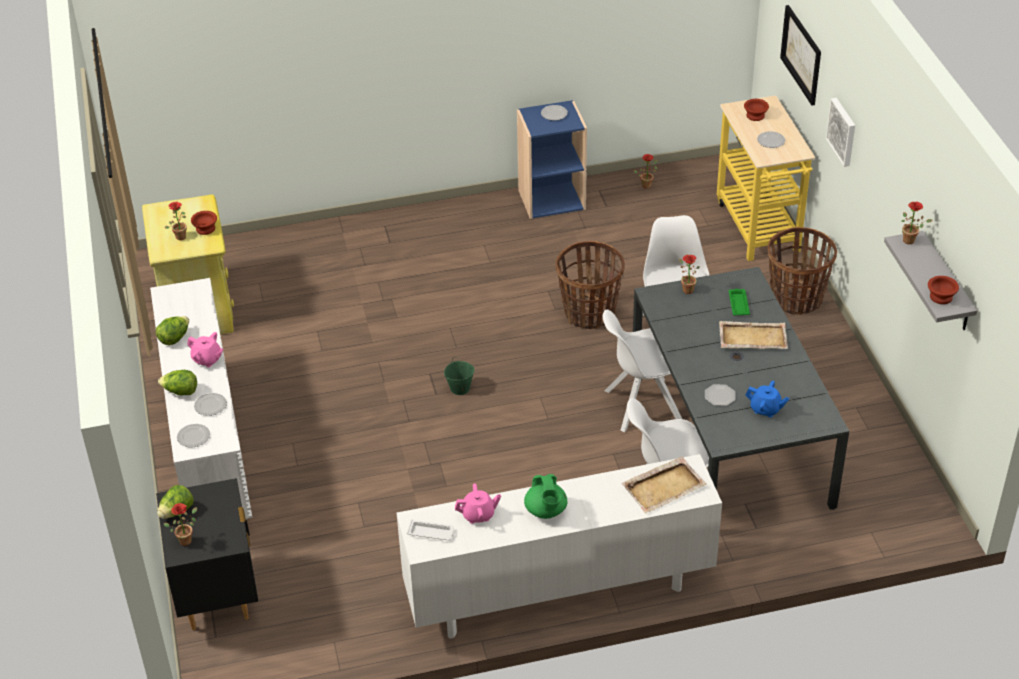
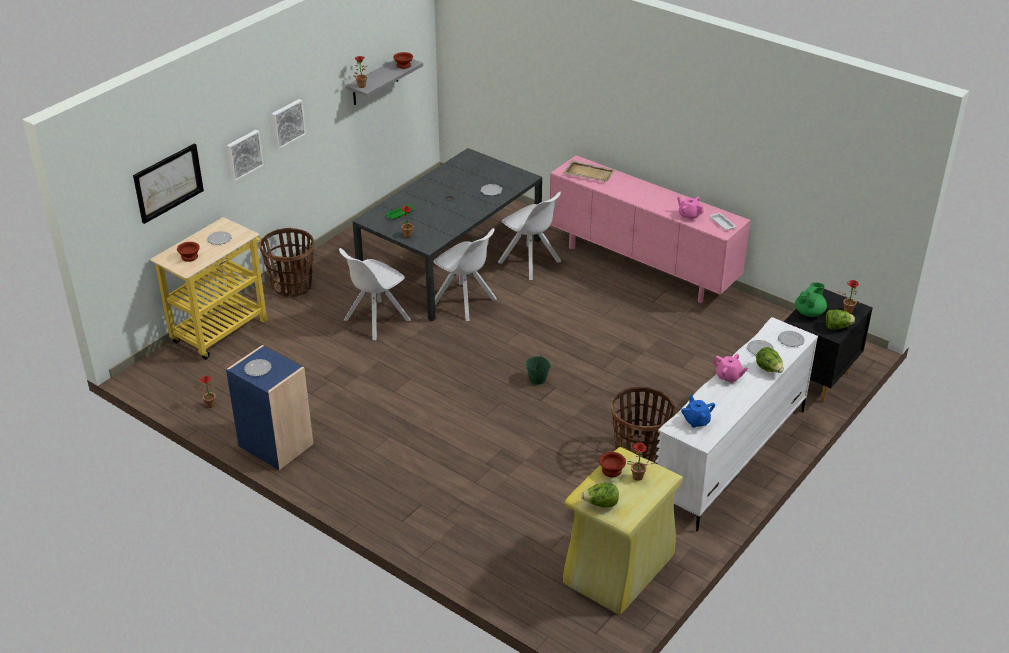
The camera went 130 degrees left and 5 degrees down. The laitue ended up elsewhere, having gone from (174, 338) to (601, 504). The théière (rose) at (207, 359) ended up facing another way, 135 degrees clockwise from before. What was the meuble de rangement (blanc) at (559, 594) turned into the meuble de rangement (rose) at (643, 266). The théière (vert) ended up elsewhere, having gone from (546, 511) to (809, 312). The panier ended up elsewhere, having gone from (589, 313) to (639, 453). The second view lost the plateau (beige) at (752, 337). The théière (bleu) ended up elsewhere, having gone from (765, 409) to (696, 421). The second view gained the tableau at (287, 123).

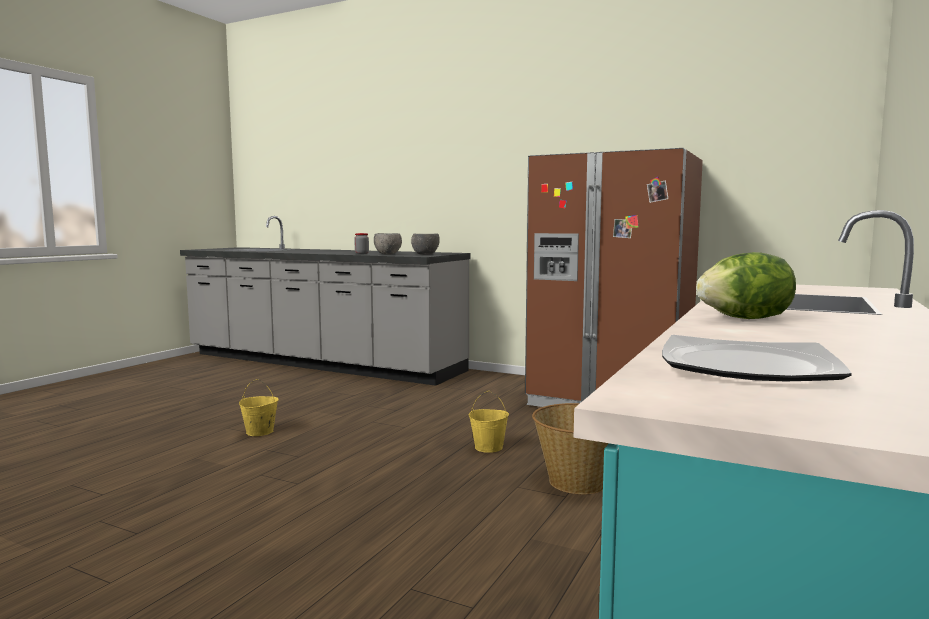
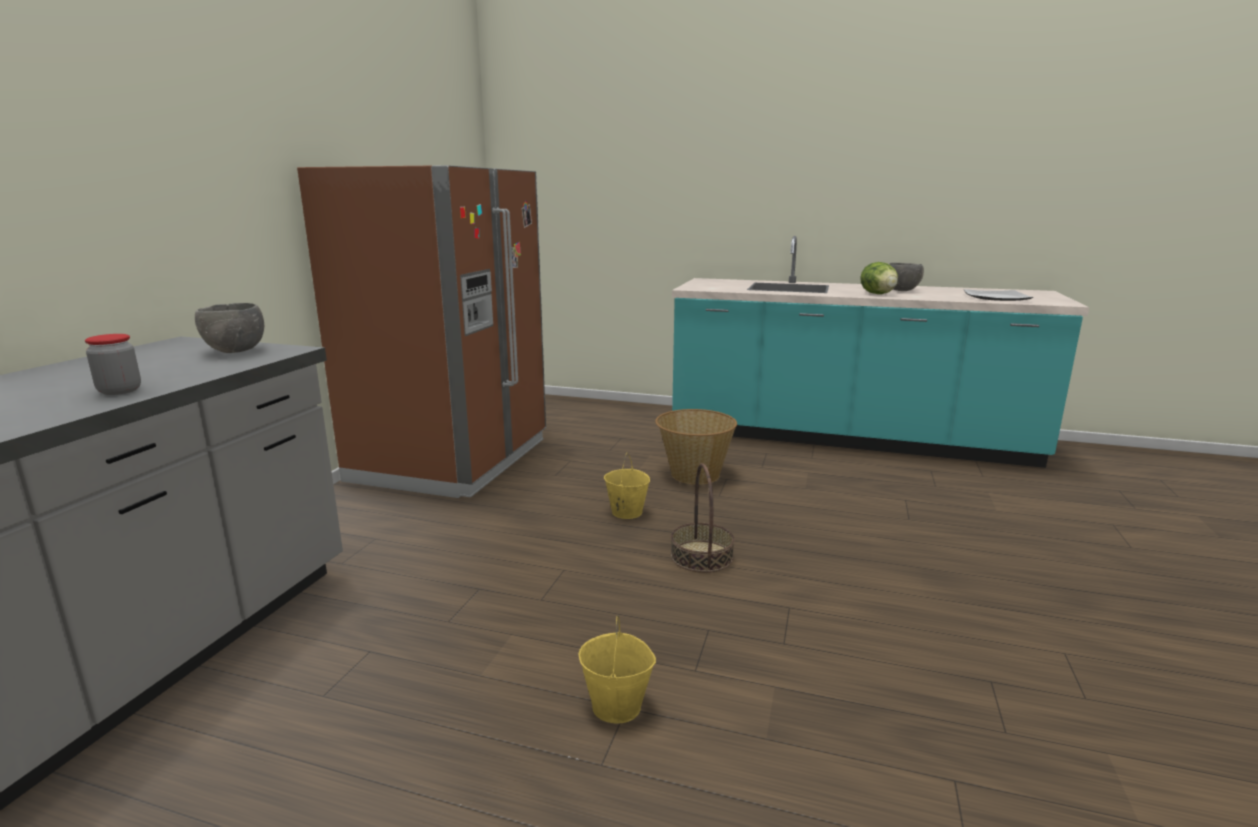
The camera went 100 degrees left and 10 degrees up. The bol (gris) ended up elsewhere, having gone from (388, 254) to (901, 290). The second view gained the panier at (701, 556).

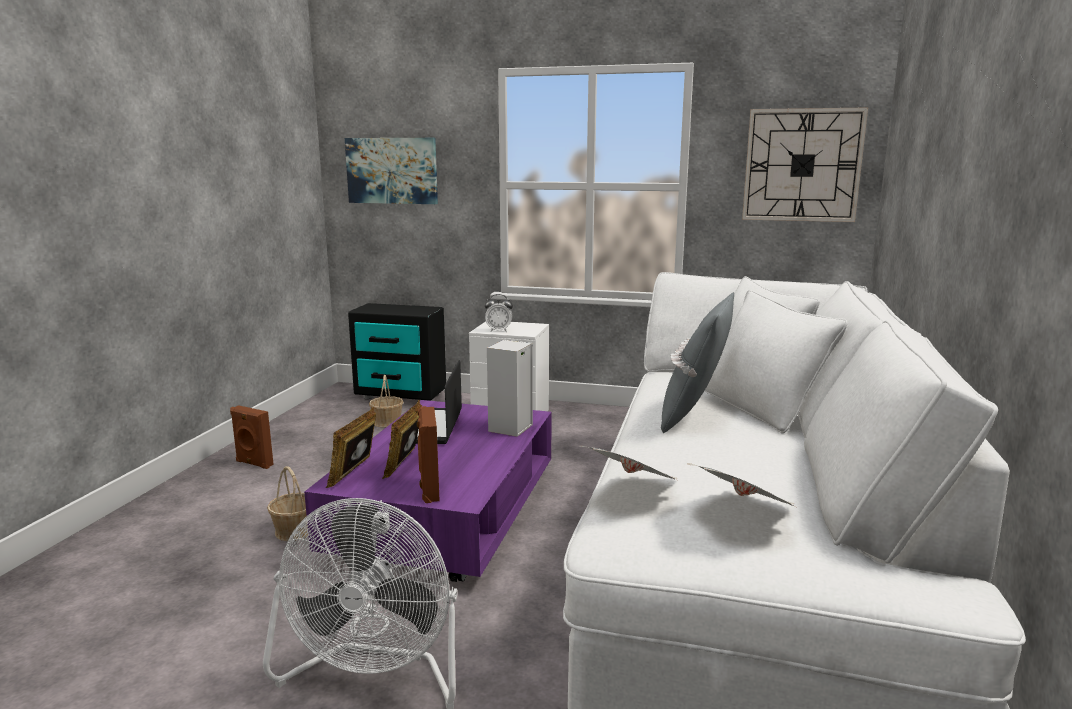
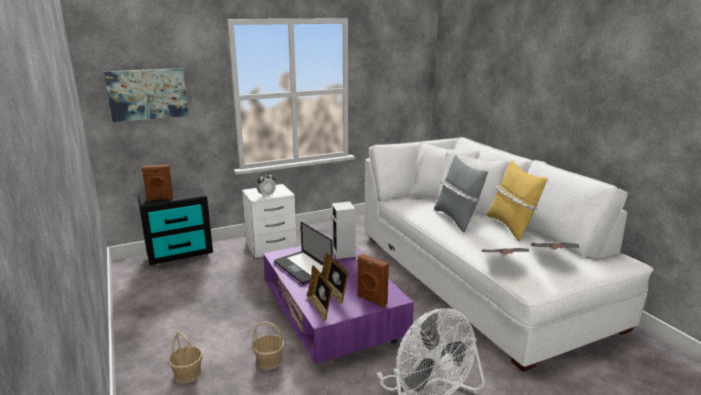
The camera went 40 degrees left and 5 degrees up. The enceinte (marron) ended up elsewhere, having gone from (253, 464) to (160, 199). The panier ended up elsewhere, having gone from (387, 422) to (187, 373). The second view lost the horloge murale at (802, 165). The second view gained the coussin (jaune) at (511, 227).

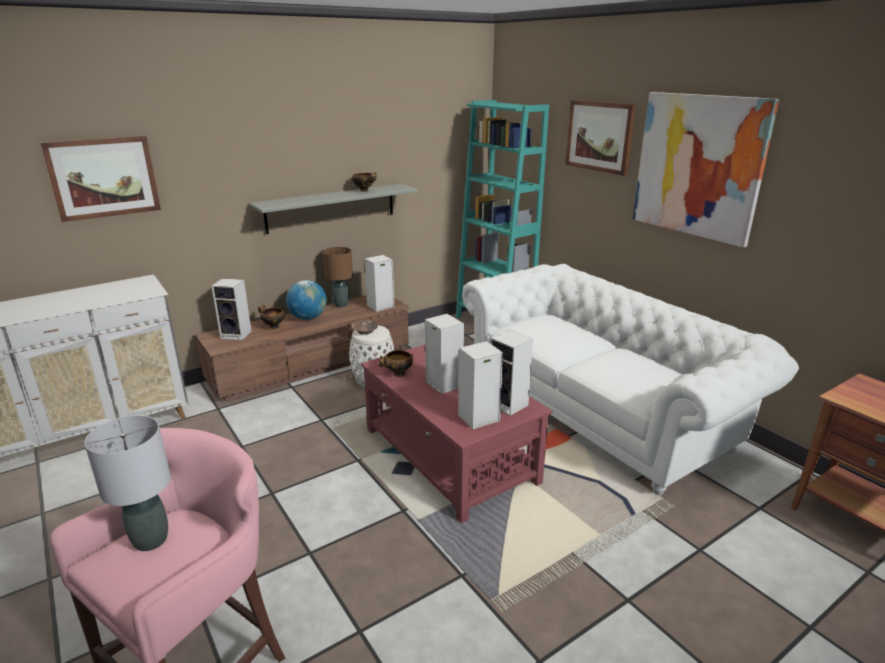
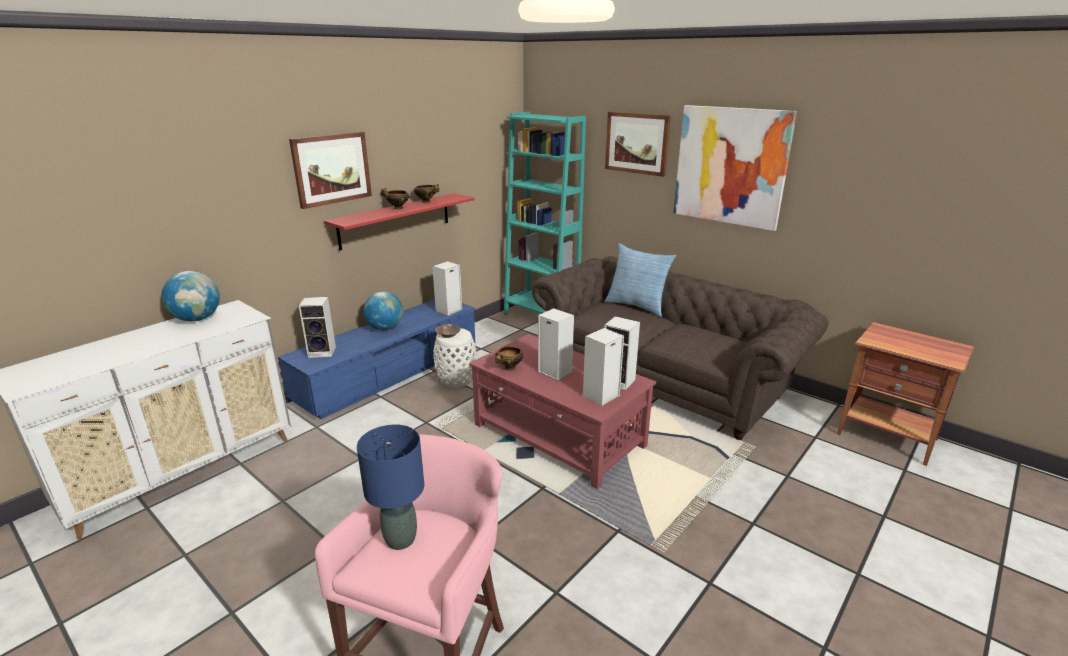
The camera went 15 degrees left and 0 degrees up. The tableau ended up elsewhere, having gone from (103, 177) to (331, 169). What was the lampe de table (gris) at (150, 540) turned into the lampe de table (bleu) at (400, 539). What was the meuble télé (marron) at (312, 365) turned into the meuble télé (bleu) at (390, 374). What was the étagère (gris) at (331, 208) turned into the étagère (rouge) at (396, 220). The bol ended up elsewhere, having gone from (273, 327) to (397, 208). The second view lost the lampe de table (marron) at (341, 305). What was the canapé (blanc) at (600, 409) turned into the canapé (marron) at (664, 378). The second view gained the globe at (197, 319). The second view gained the coussin at (637, 306).

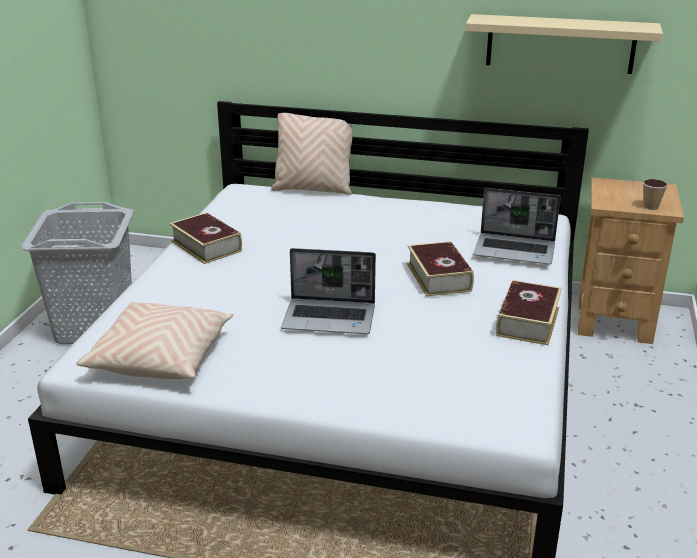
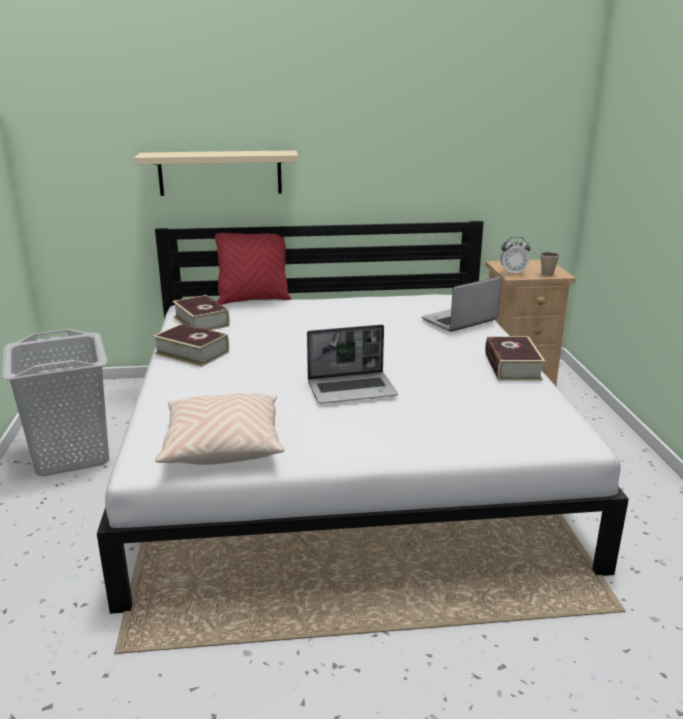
The camera went 20 degrees left and 5 degrees down. What was the coussin (beige) at (313, 189) turned into the coussin (rouge) at (253, 300). The livre ended up elsewhere, having gone from (438, 277) to (201, 321). The étagère (beige) ended up elsewhere, having gone from (560, 44) to (220, 173). The ordinateur portable at (515, 250) ended up facing another way, 150 degrees clockwise from before. The second view gained the réveil at (513, 273).

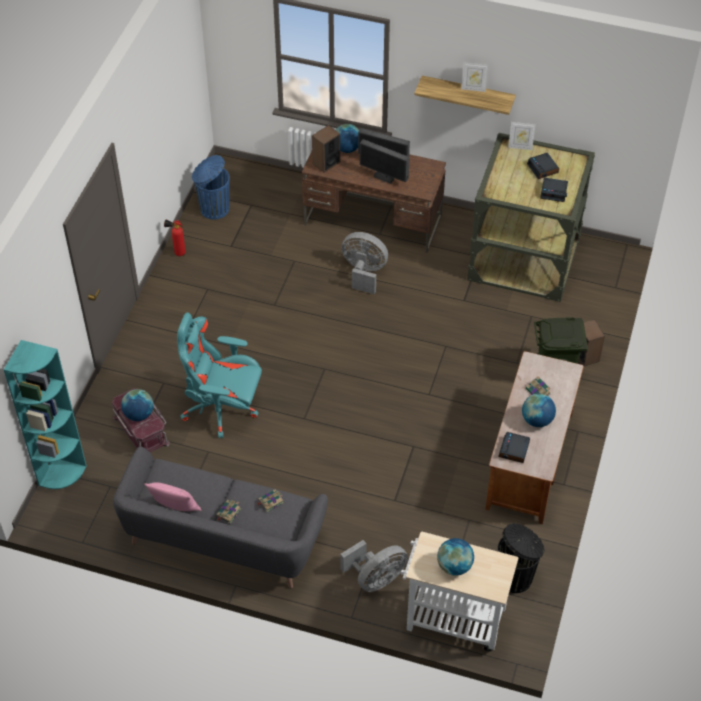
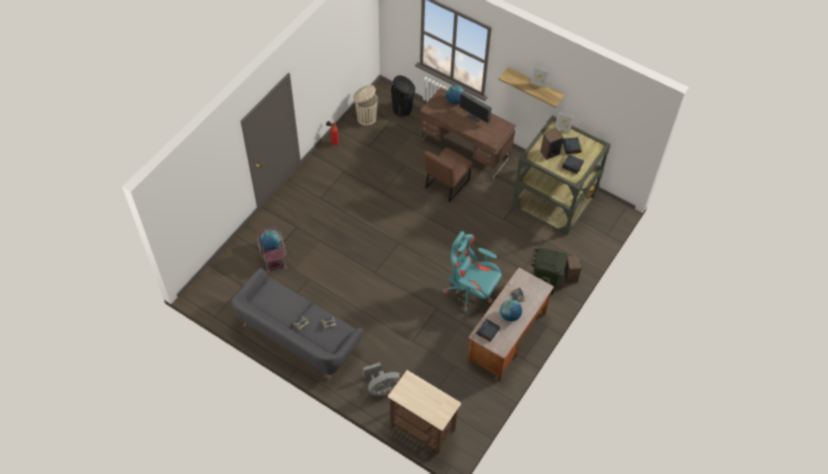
The camera went 15 degrees right and 5 degrees up. The second view lost the bibliothèque (turquoise) at (62, 477). The second view lost the coussin (rose) at (176, 508). The chaise de bureau (turquoise) ended up elsewhere, having gone from (225, 410) to (472, 293). What was the poubelle (bleu) at (213, 208) turned into the poubelle (beige) at (366, 118). The enceinte ended up elsewhere, having gone from (326, 163) to (549, 153). Where the ventilateur (gris) stood at (364, 272), the chaise (marron) came to stand at (446, 184). The second view lost the écran d'ordinateur at (384, 178). What was the chariot (blanc) at (453, 620) turned into the chariot (marron) at (421, 428). The second view lost the globe at (454, 566). The poubelle (noir) ended up elsewhere, having gone from (516, 577) to (403, 109).

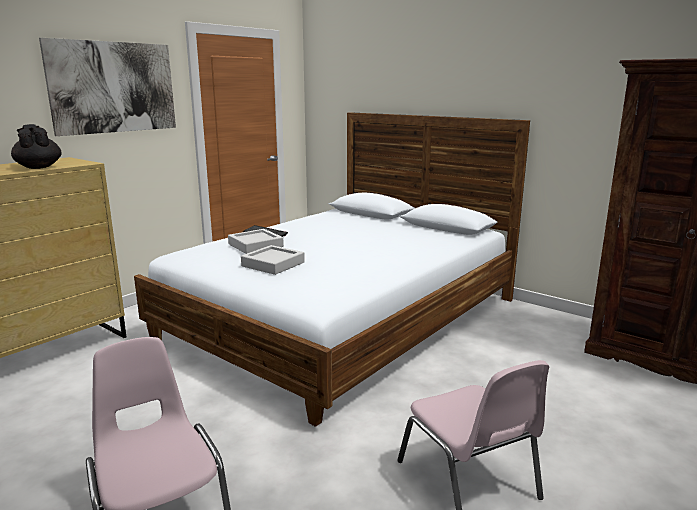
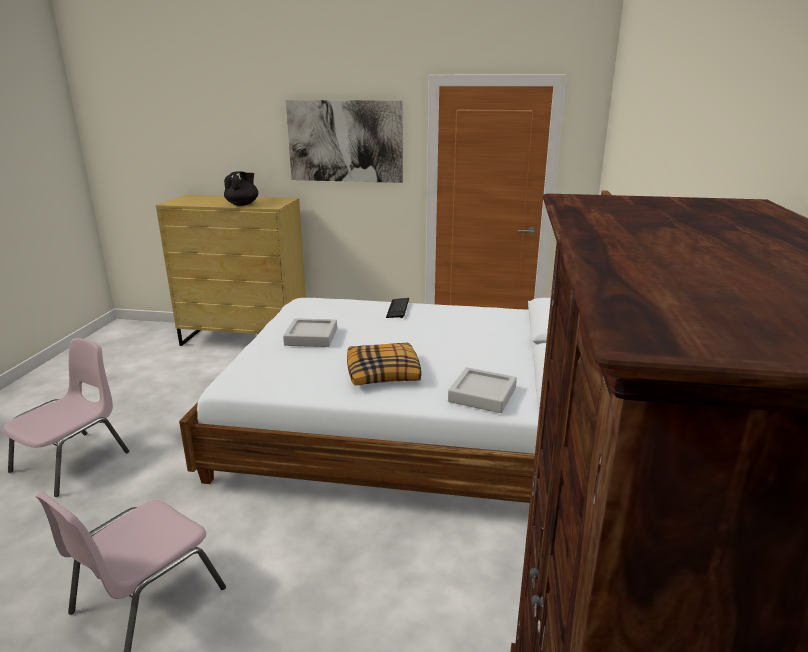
The camera went 60 degrees right and 5 degrees up. The plateau (gris) ended up elsewhere, having gone from (255, 245) to (482, 395). The second view gained the coussin at (384, 373).

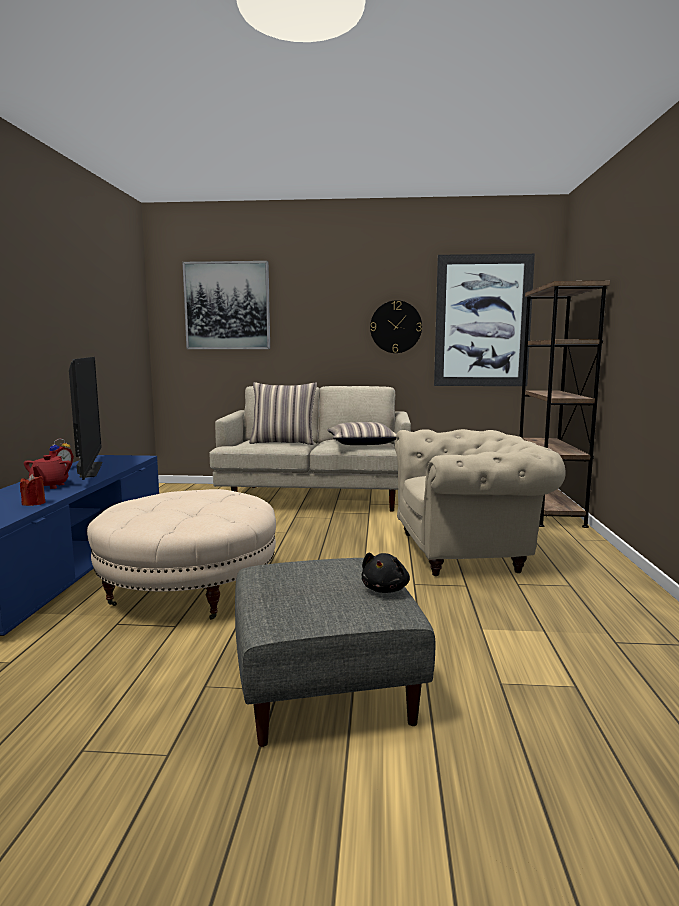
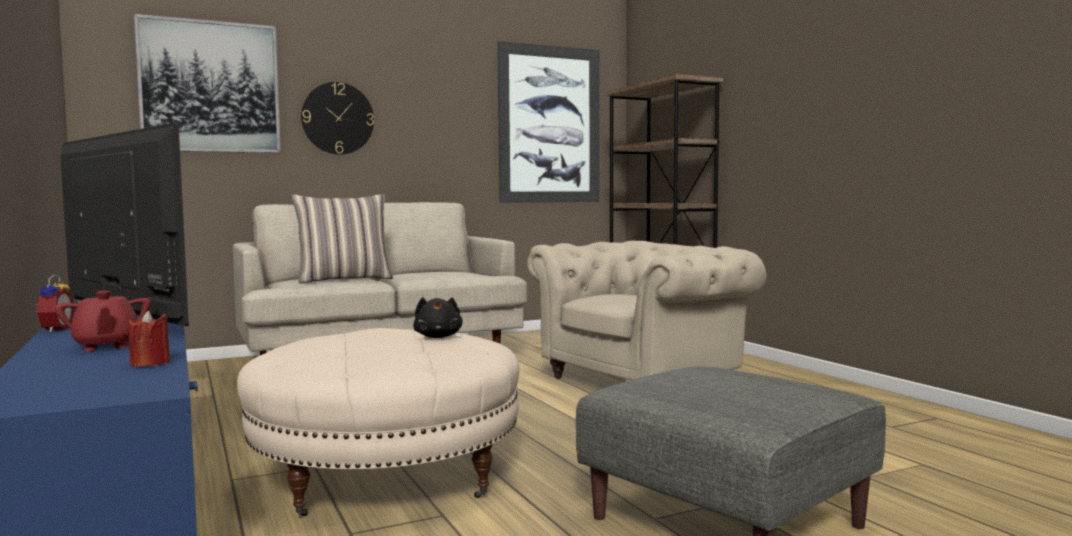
The camera went 30 degrees left and 5 degrees down. The second view lost the coussin at (362, 443). The peluche (noir) ended up elsewhere, having gone from (385, 589) to (438, 337). The horloge murale ended up elsewhere, having gone from (396, 327) to (337, 118).

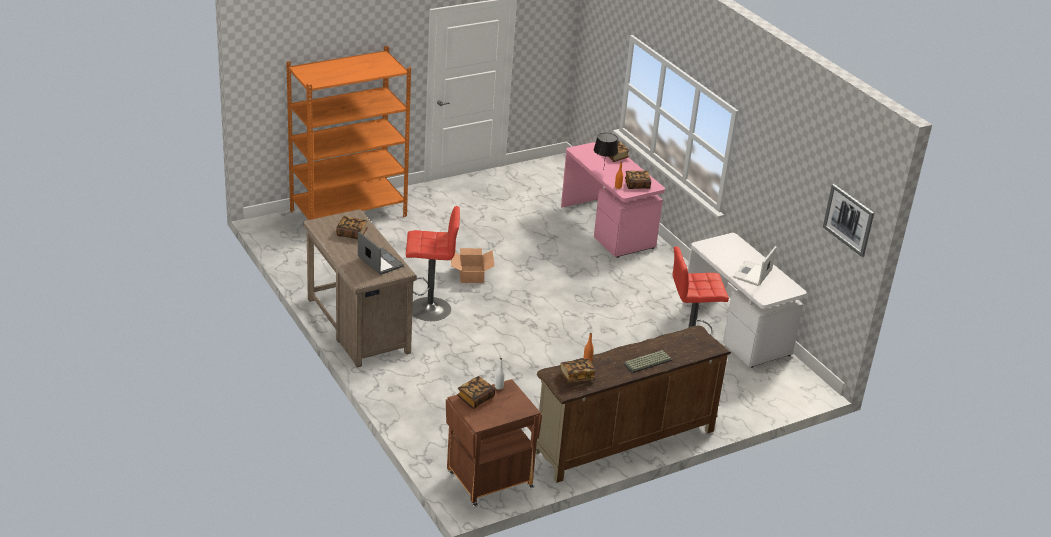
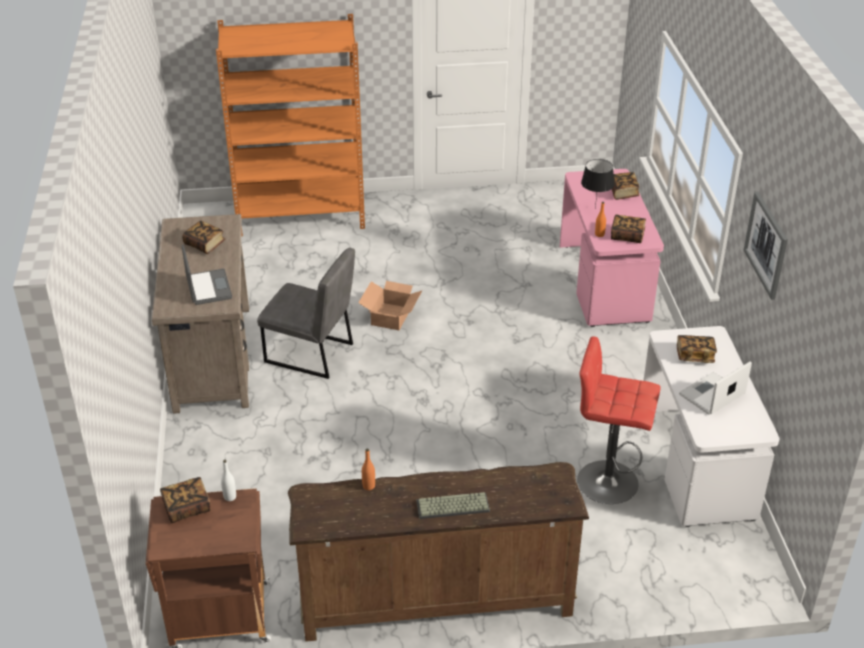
The camera went 25 degrees right and 5 degrees up. Where the tabouret (rouge) stood at (430, 309), the chaise (gris) came to stand at (311, 354). The livre ended up elsewhere, having gone from (577, 376) to (695, 356). The tableau ended up elsewhere, having gone from (849, 219) to (766, 244).

